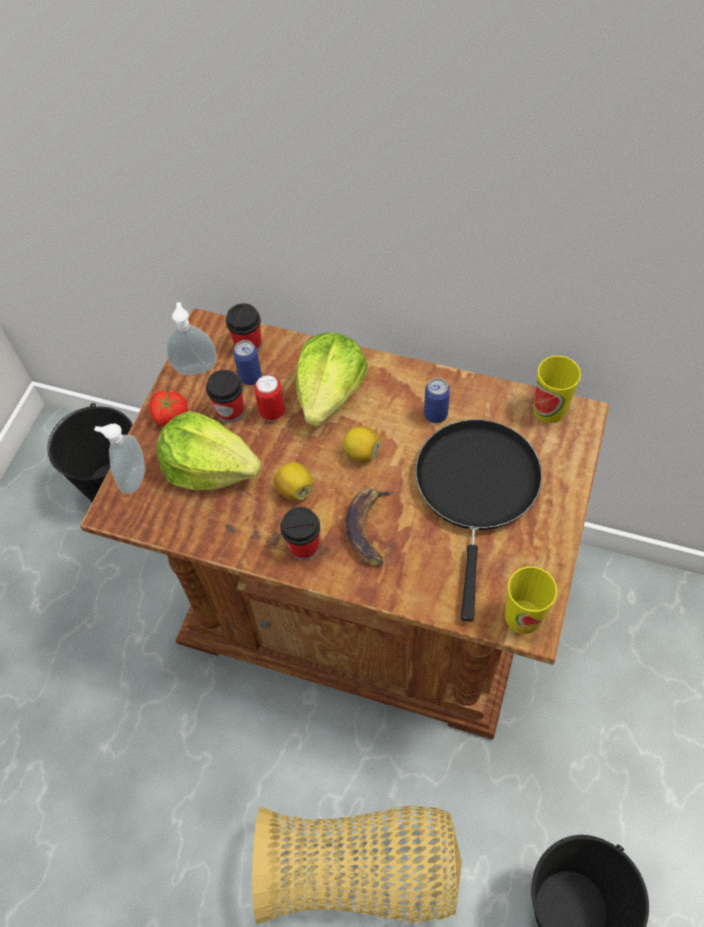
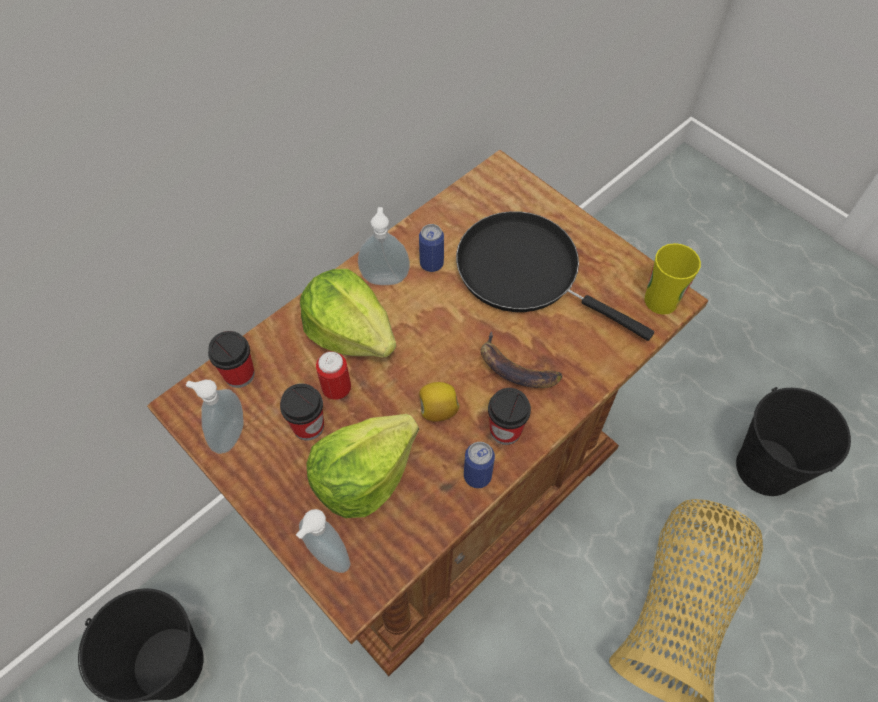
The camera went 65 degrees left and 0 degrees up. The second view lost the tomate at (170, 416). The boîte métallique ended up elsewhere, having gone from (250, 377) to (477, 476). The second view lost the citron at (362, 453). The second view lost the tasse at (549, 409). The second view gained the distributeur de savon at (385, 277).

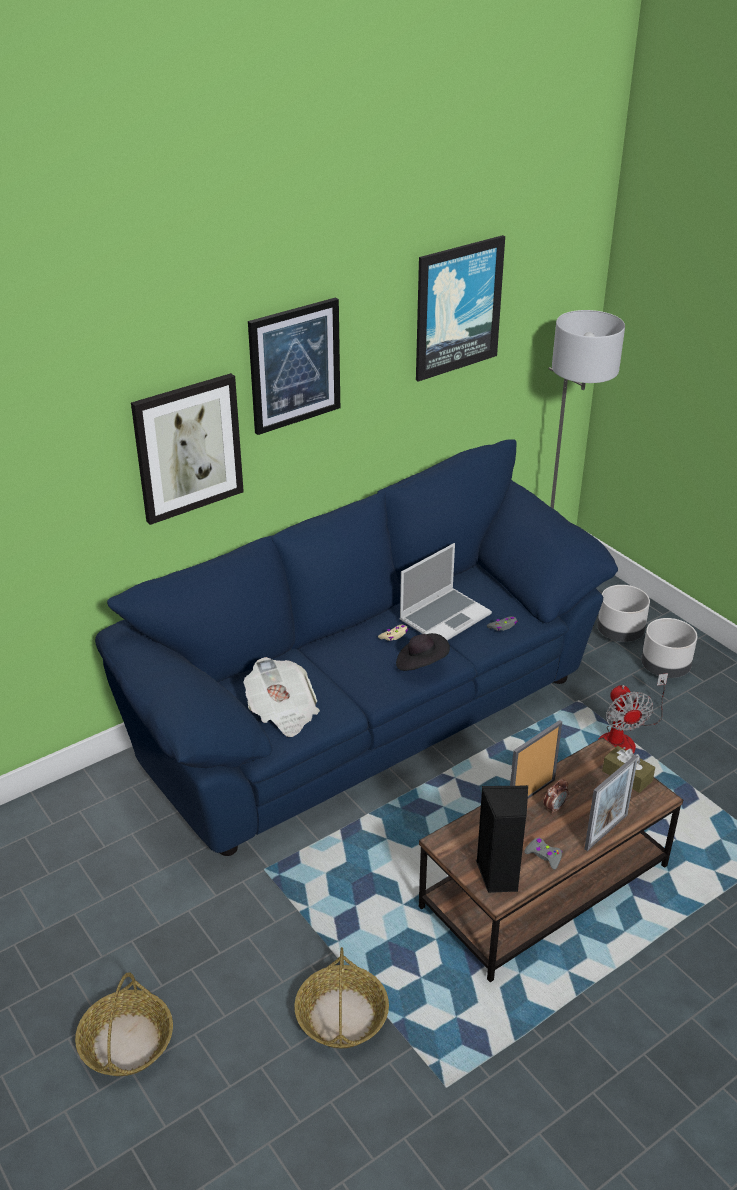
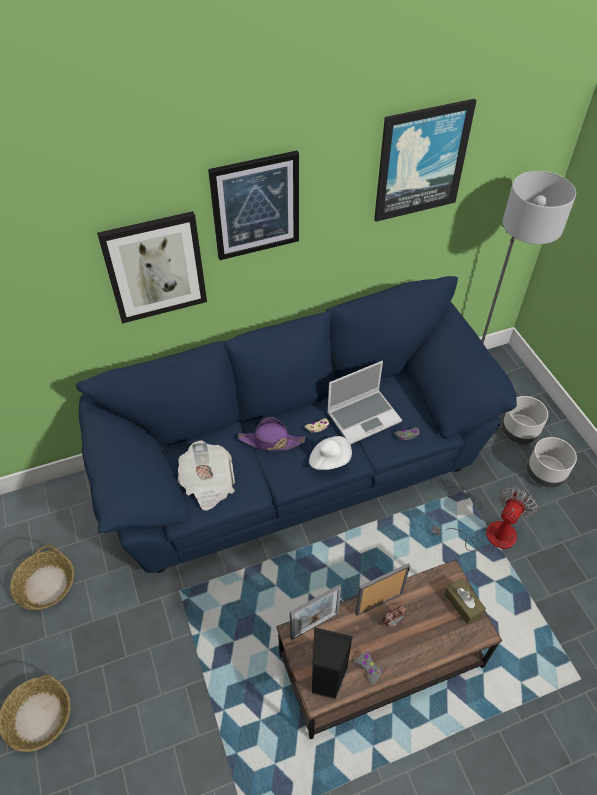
The camera went 15 degrees right and 15 degrees up. The panier ended up elsewhere, having gone from (341, 1015) to (46, 584). What was the chapeau (noir) at (421, 663) turned into the chapeau (blanc) at (329, 459). The cadre photo ended up elsewhere, having gone from (606, 832) to (314, 625). The ventilateur at (624, 739) ended up facing another way, 150 degrees counterclockwise from before. The second view gained the chapeau (violet) at (271, 441).

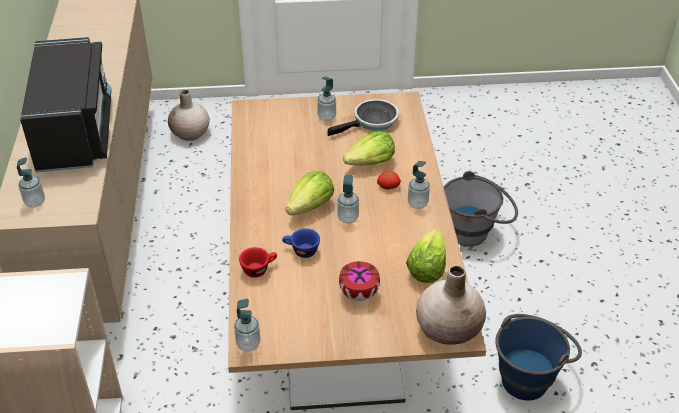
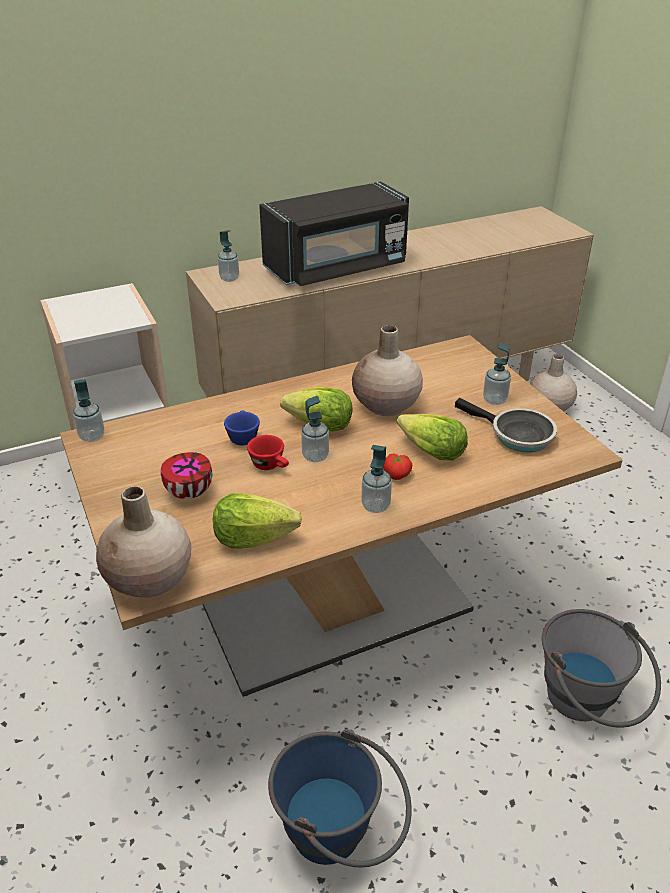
The camera went 70 degrees right and 5 degrees down. The tasse (rouge) ended up elsewhere, having gone from (259, 269) to (271, 466). The second view gained the vase (beige) at (386, 405).

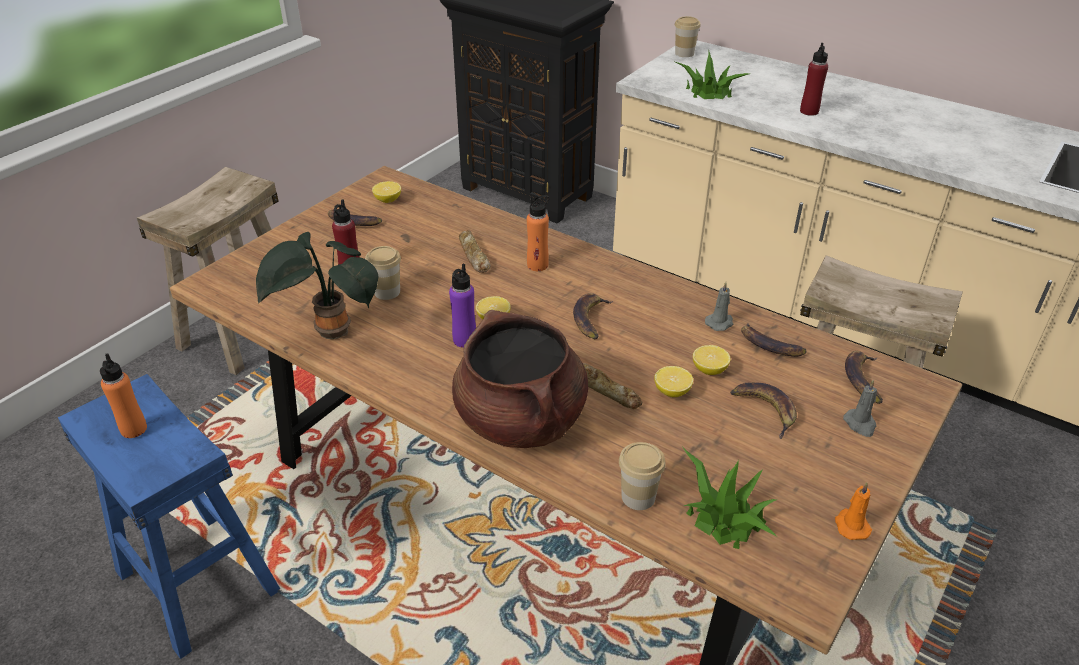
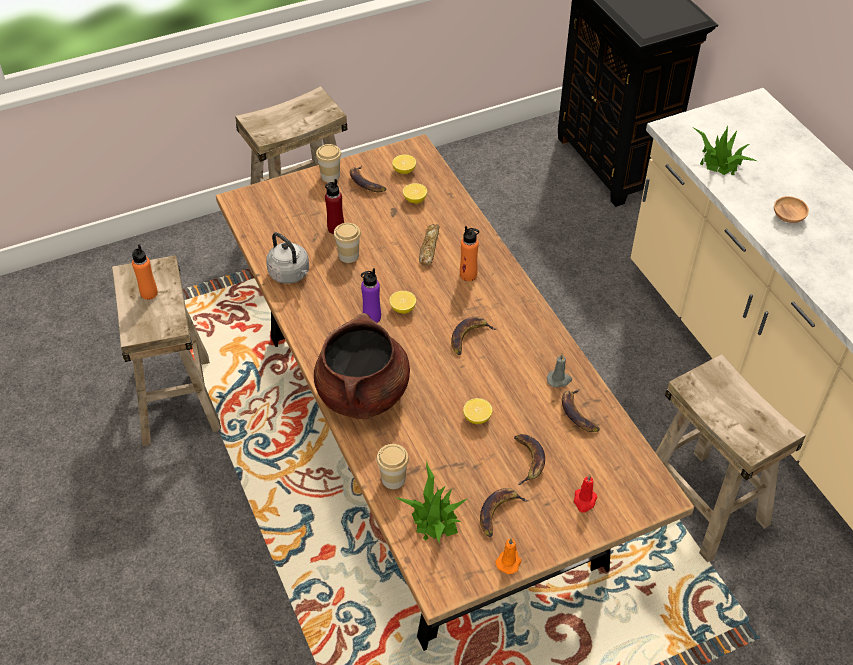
The camera went 30 degrees right and 10 degrees up. What was the tabouret (bleu) at (195, 580) turned into the tabouret (beige) at (175, 399). Where the plante en pot stood at (329, 333), the bouilloire (gris) came to stand at (290, 274). The second view lost the pain at (605, 389). The tasse ended up elsewhere, having gone from (684, 53) to (330, 176). The citron ended up elsewhere, having gone from (709, 370) to (415, 200). Where the bouteille (rouge) stood at (809, 111), the bol (marron) came to stand at (788, 217). What was the bougie (gris) at (860, 424) turned into the bougie (rouge) at (584, 501). The banane ended up elsewhere, having gone from (862, 379) to (499, 512).

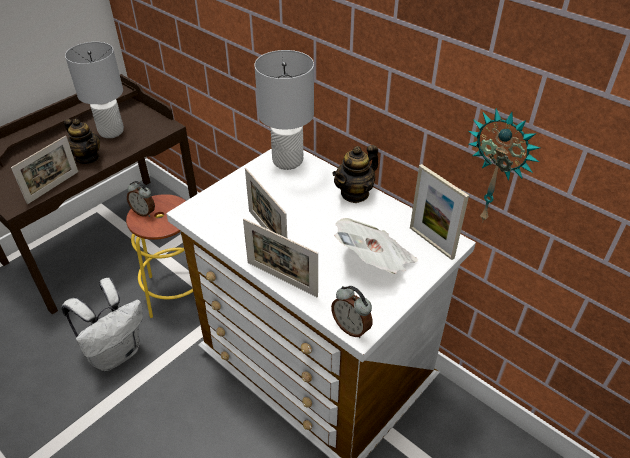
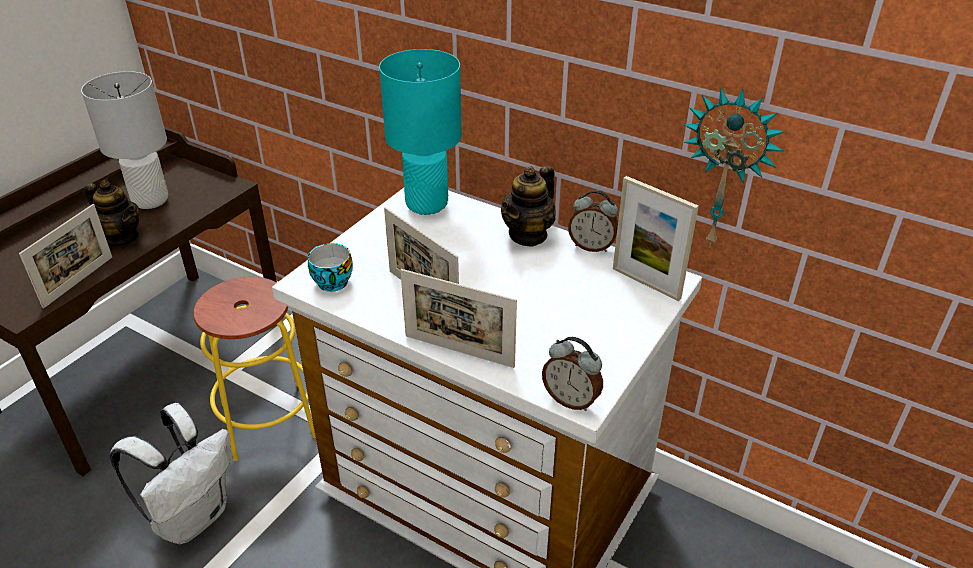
The camera went 10 degrees left and 5 degrees down. The réveil ended up elsewhere, having gone from (144, 212) to (591, 246). What was the lampe de table (gris) at (288, 163) turned into the lampe de table (turquoise) at (427, 207). The second view lost the journal at (375, 261). The second view gained the tasse at (330, 282).

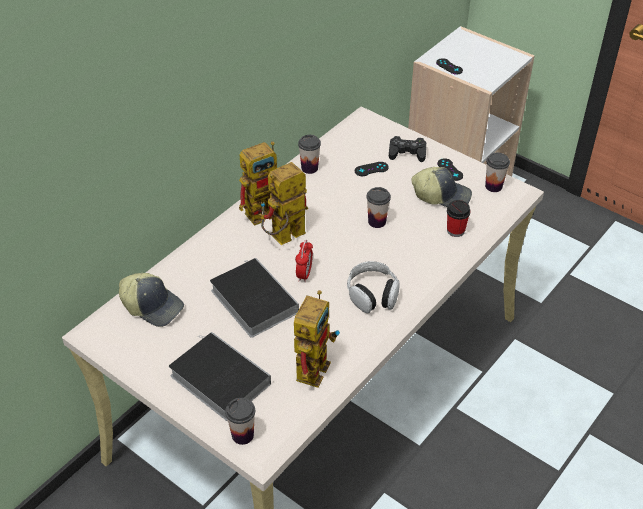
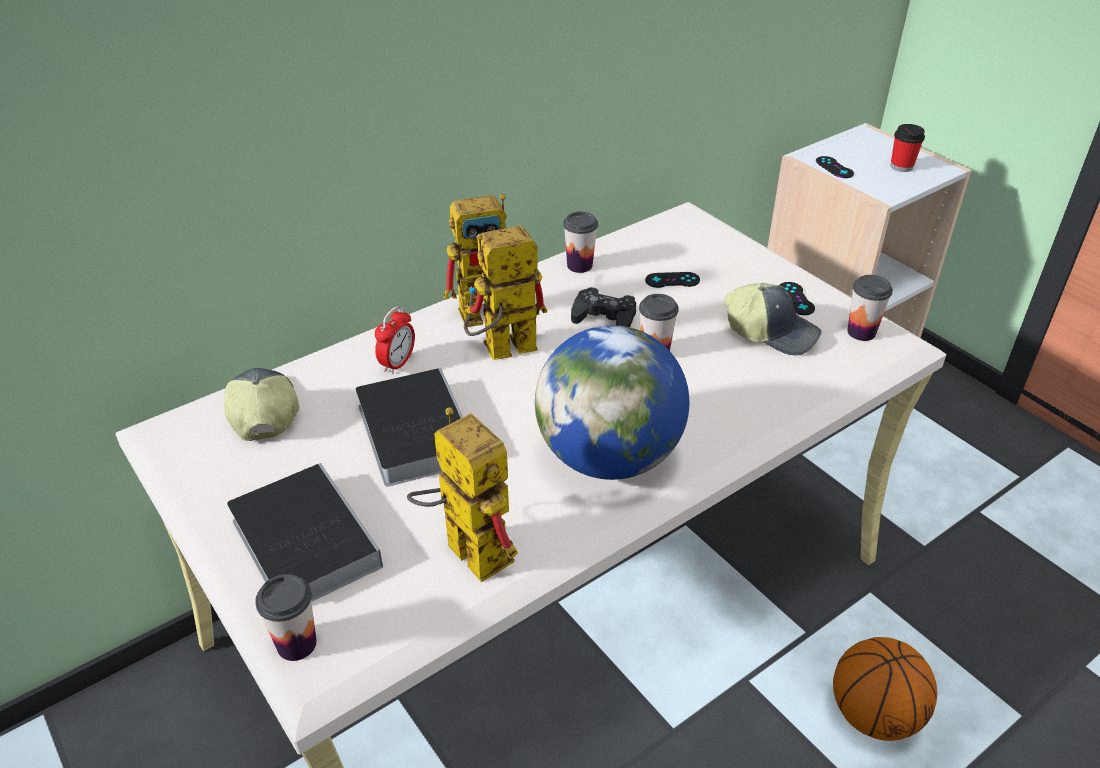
The camera went 15 degrees right and 5 degrees down. The casquette at (153, 306) ended up facing another way, 150 degrees counterclockwise from before. The robot jouet at (312, 364) ended up facing another way, 75 degrees counterclockwise from before. The réveil ended up elsewhere, having gone from (304, 274) to (398, 363). Where the casque audio stood at (372, 294), the globe came to stand at (608, 457). The manette (noir) ended up elsewhere, having gone from (407, 153) to (604, 317). The tasse ended up elsewhere, having gone from (455, 231) to (901, 166). The second view gained the ballon de basket at (873, 715).

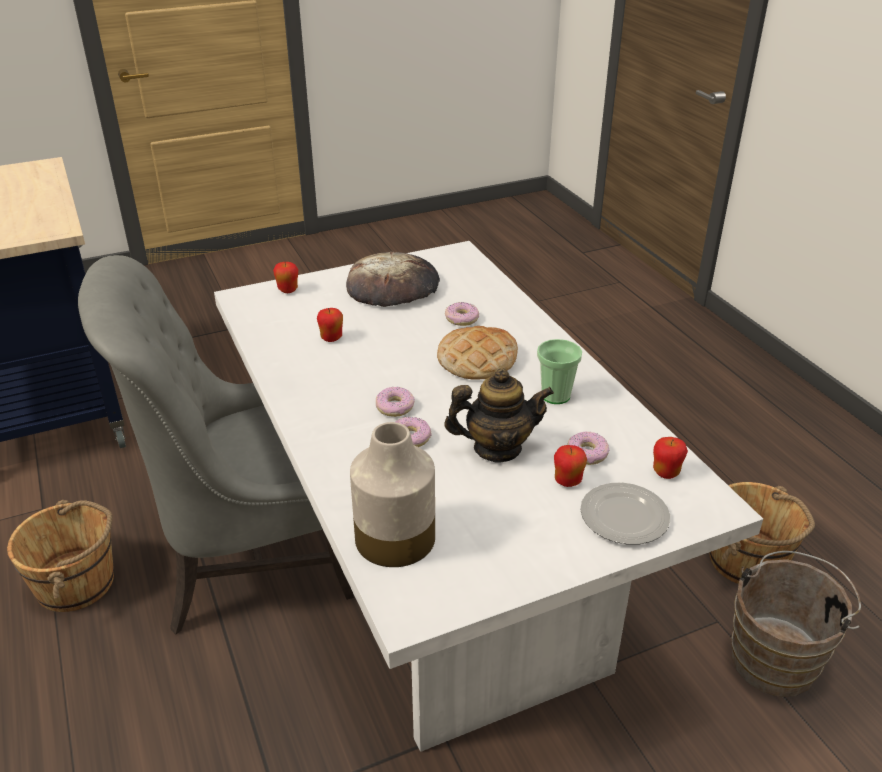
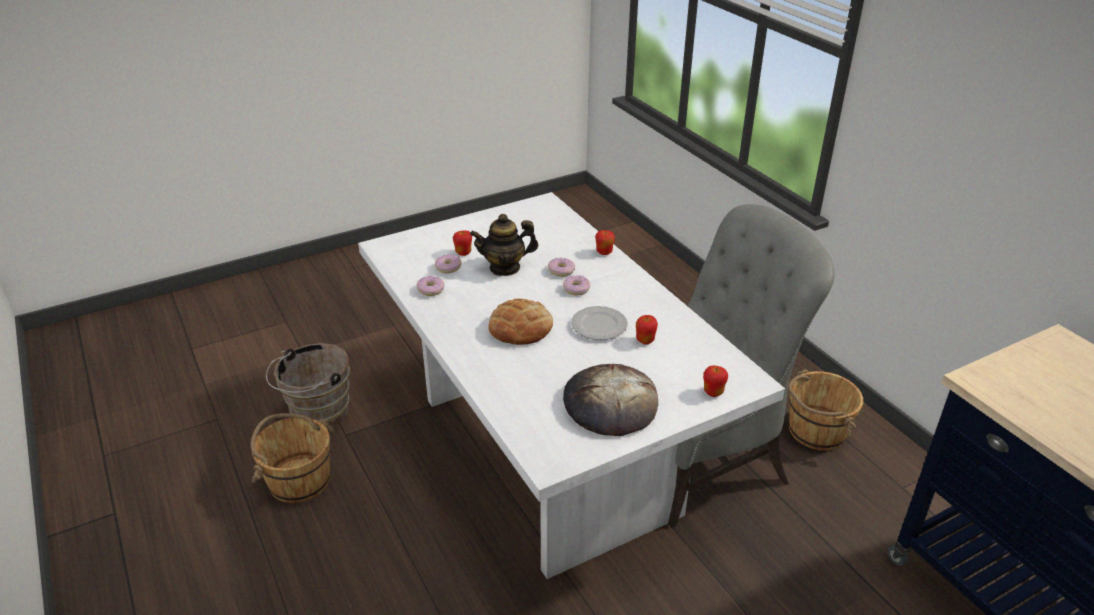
The camera went 175 degrees right and 0 degrees up. The second view lost the vase (beige) at (395, 538). The beignet ended up elsewhere, having gone from (461, 319) to (431, 289). The second view lost the tasse at (555, 395). The assiette ended up elsewhere, having gone from (624, 516) to (599, 326). The pomme ended up elsewhere, having gone from (666, 473) to (604, 252).

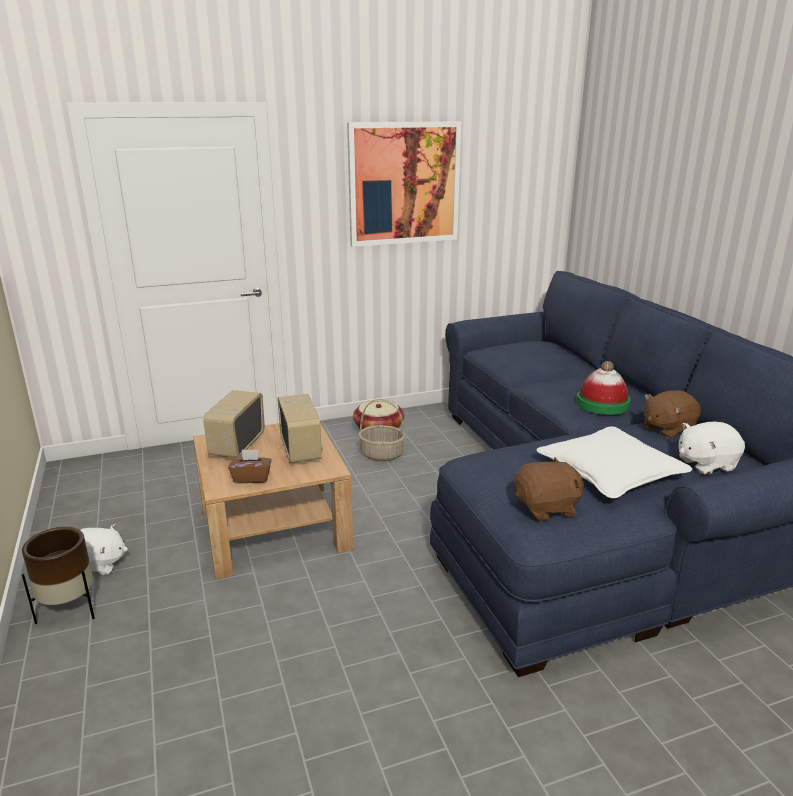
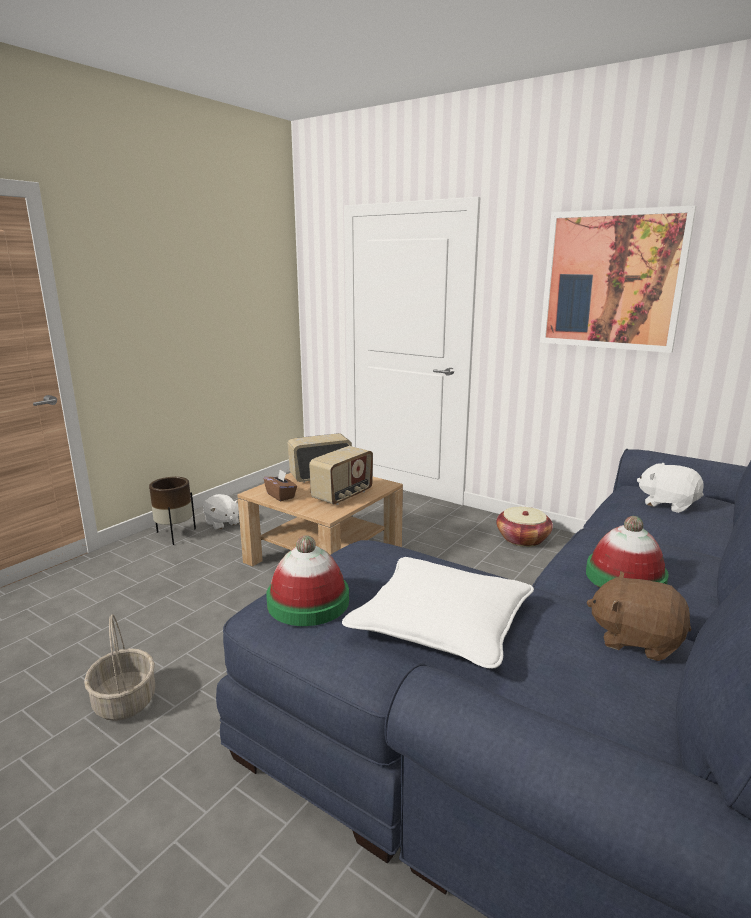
The camera went 55 degrees right and 5 degrees down. The panier ended up elsewhere, having gone from (382, 454) to (125, 701). Where the peluche (marron) stood at (547, 508), the chapeau came to stand at (308, 602). The peluche (blanc) ended up elsewhere, having gone from (705, 464) to (668, 504).

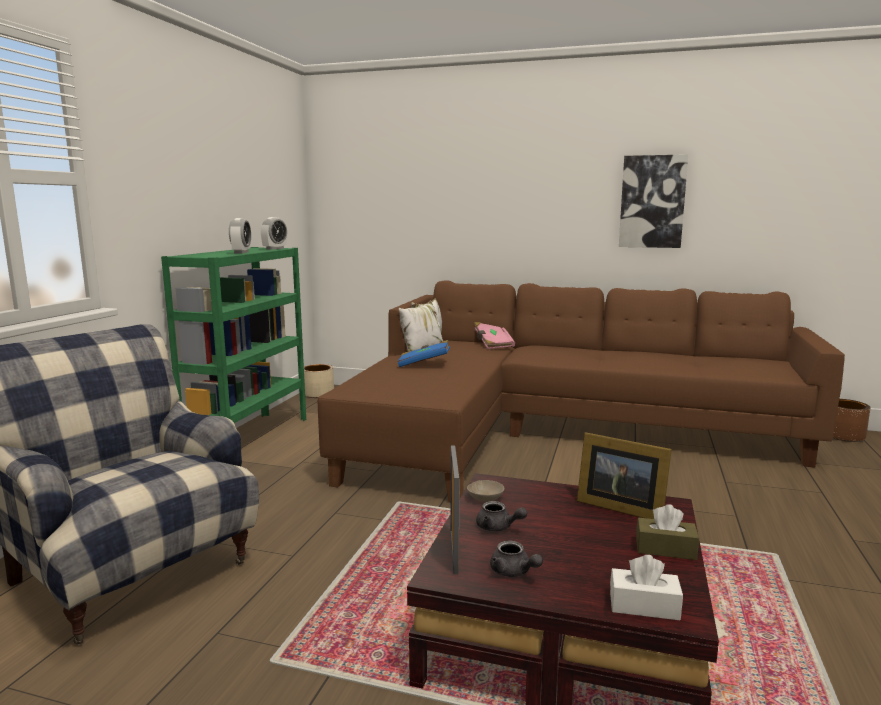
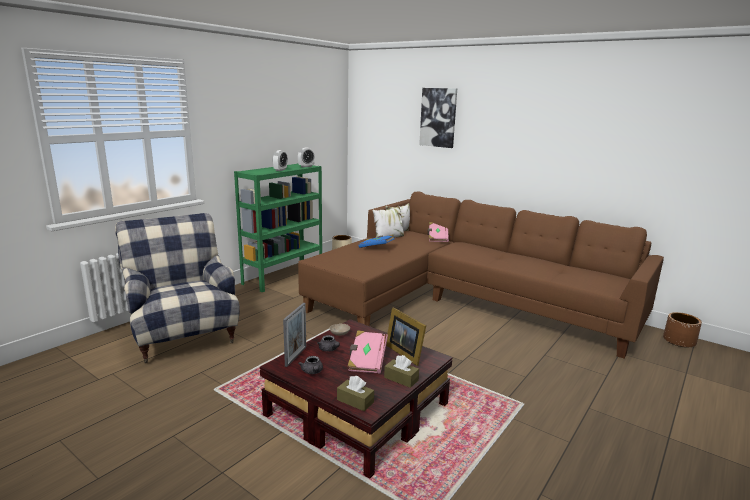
The camera went 20 degrees right and 5 degrees up. What was the boîte à mouchoirs (blanc) at (644, 606) turned into the boîte à mouchoirs (marron) at (355, 401). The tableau ended up elsewhere, having gone from (652, 202) to (438, 117). The second view gained the livre (rose) at (366, 361).

